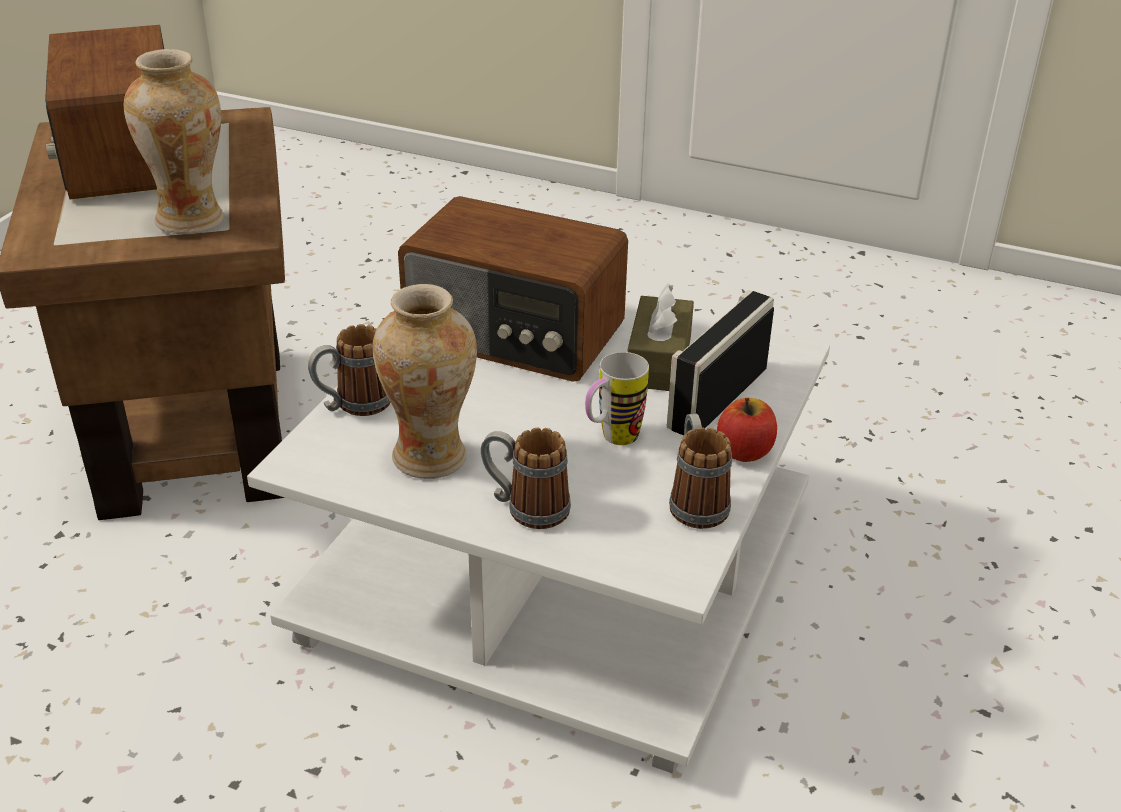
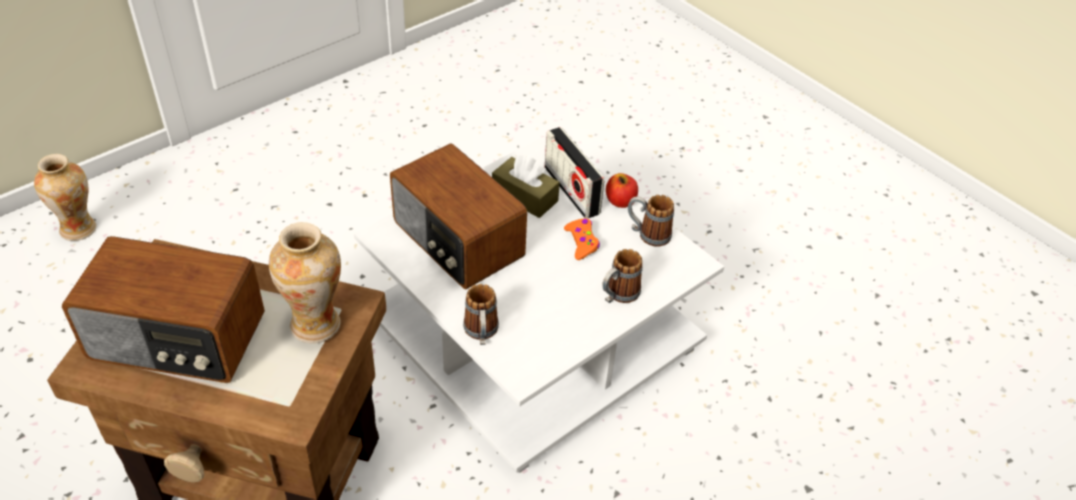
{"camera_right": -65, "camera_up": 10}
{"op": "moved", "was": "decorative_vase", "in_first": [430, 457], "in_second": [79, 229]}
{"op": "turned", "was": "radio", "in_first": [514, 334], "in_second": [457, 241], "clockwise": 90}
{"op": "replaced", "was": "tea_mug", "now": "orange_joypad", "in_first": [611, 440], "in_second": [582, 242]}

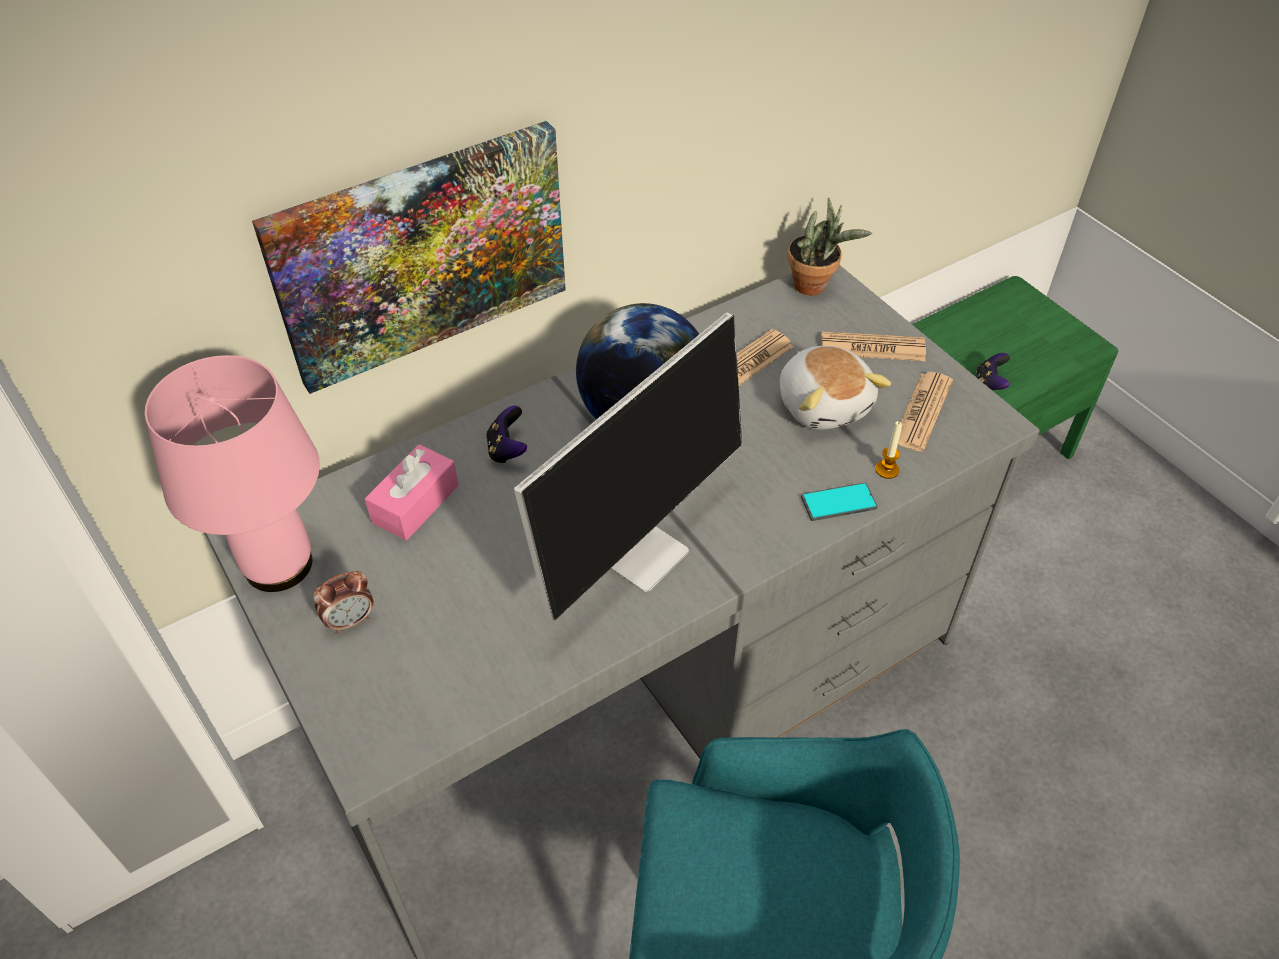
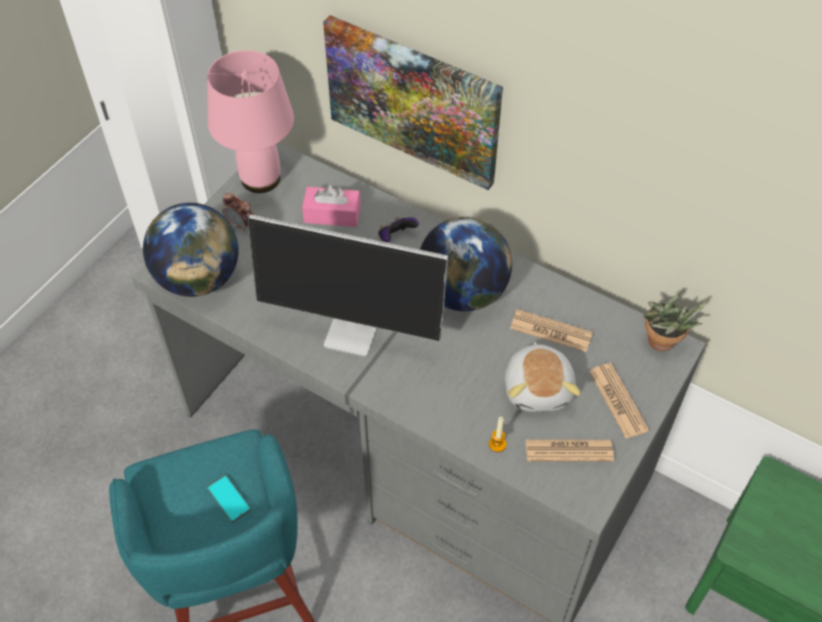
{"camera_right": 65, "camera_up": 5}
{"op": "added", "now": "globe", "in_second": [199, 278]}
{"op": "moved", "was": "handset", "in_first": [838, 503], "in_second": [228, 499]}
{"op": "turned", "was": "cuddly_toy", "in_first": [824, 404], "in_second": [539, 388], "clockwise": -45}
{"op": "removed", "was": "joypad", "in_first": [989, 384]}

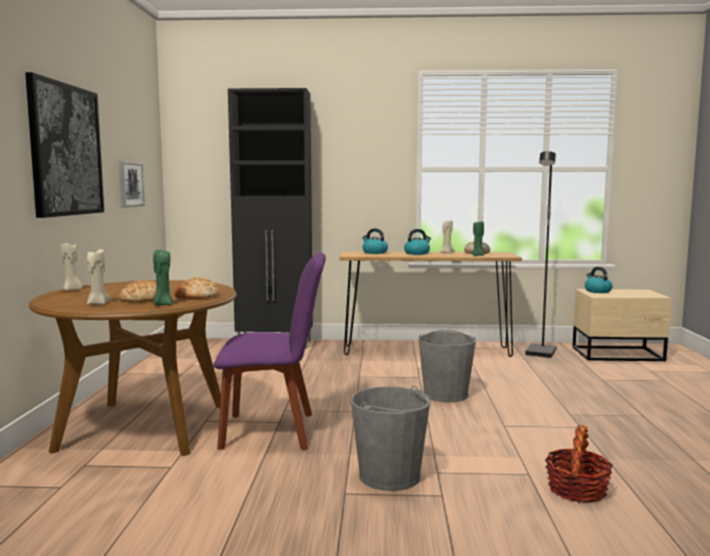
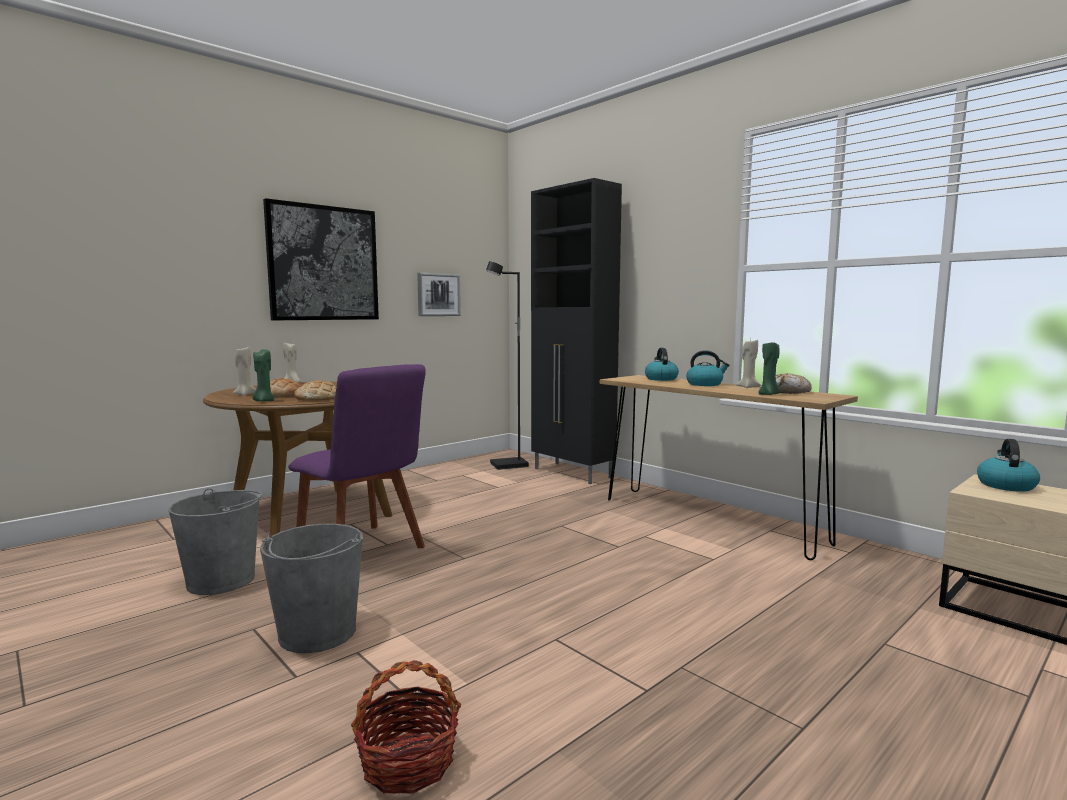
{"camera_right": 45, "camera_up": 0}
{"op": "moved", "was": "gray_water_bucket", "in_first": [445, 394], "in_second": [222, 580]}
{"op": "moved", "was": "black_standing_lamp", "in_first": [541, 353], "in_second": [509, 465]}

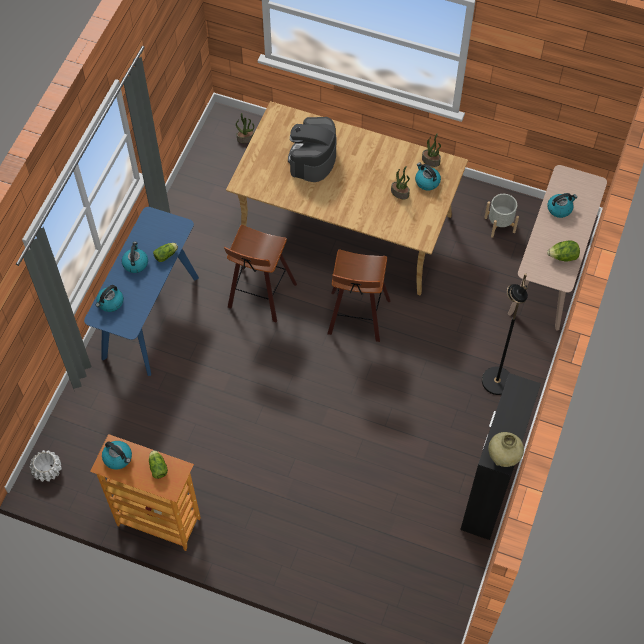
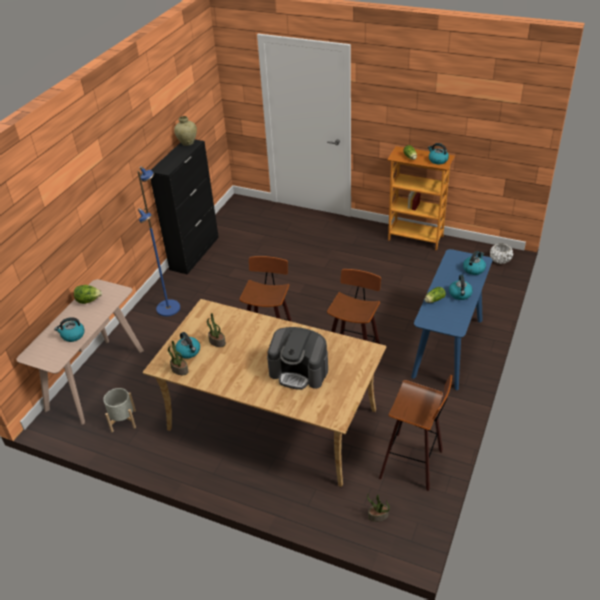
{"camera_right": -175, "camera_up": -20}
{"op": "recoloured", "was": "black_standing_lamp", "now": "blue-coloured_standing_lamp", "in_first": [496, 381], "in_second": [169, 308]}
{"op": "turned", "was": "coffee_brewer", "in_first": [312, 159], "in_second": [299, 371], "clockwise": 90}
{"op": "added", "now": "sitting_stool", "in_second": [414, 462]}

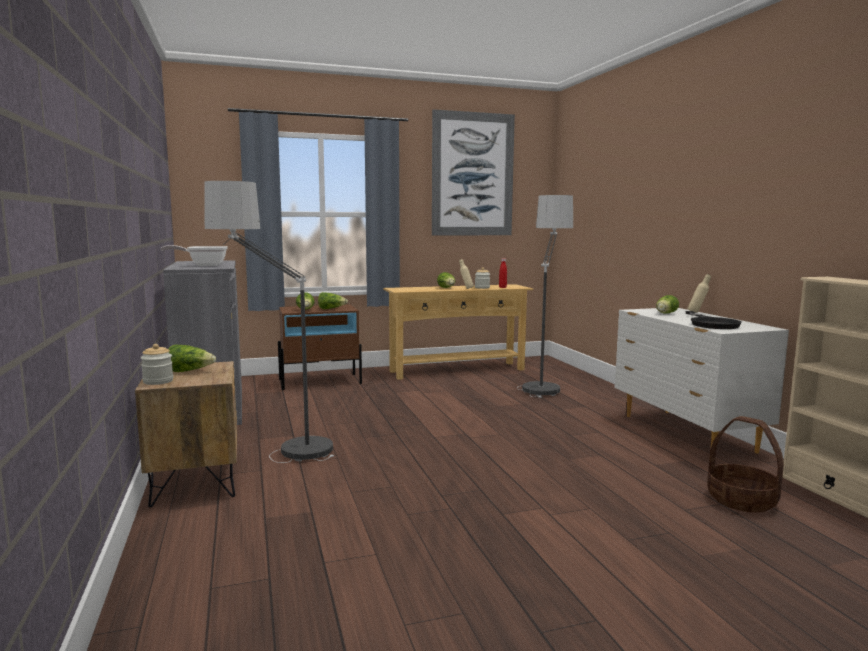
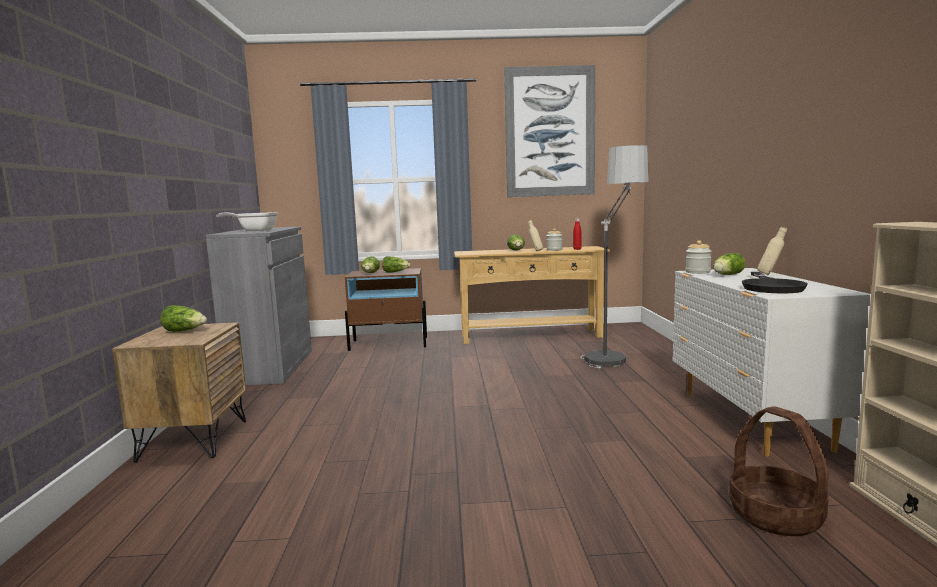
{"camera_right": 15, "camera_up": 0}
{"op": "moved", "was": "storage_jar", "in_first": [158, 381], "in_second": [697, 272]}
{"op": "removed", "was": "standing_lamp", "in_first": [274, 445]}

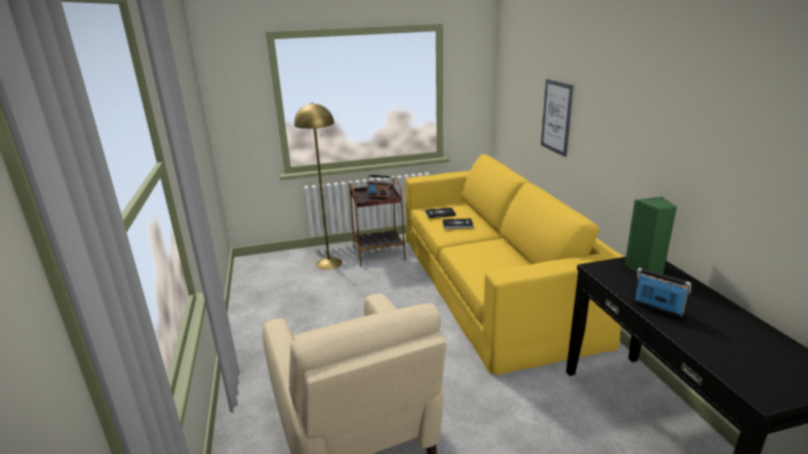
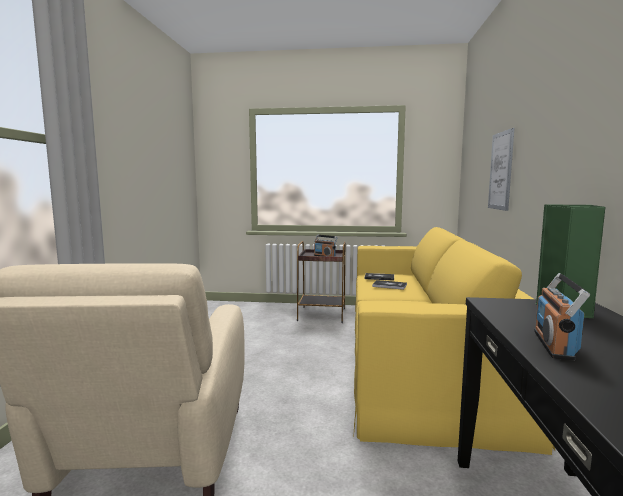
{"camera_right": 20, "camera_up": -15}
{"op": "turned", "was": "radio", "in_first": [658, 308], "in_second": [554, 345], "clockwise": -135}
{"op": "removed", "was": "yellow-coloured_standing_lamp", "in_first": [329, 263]}

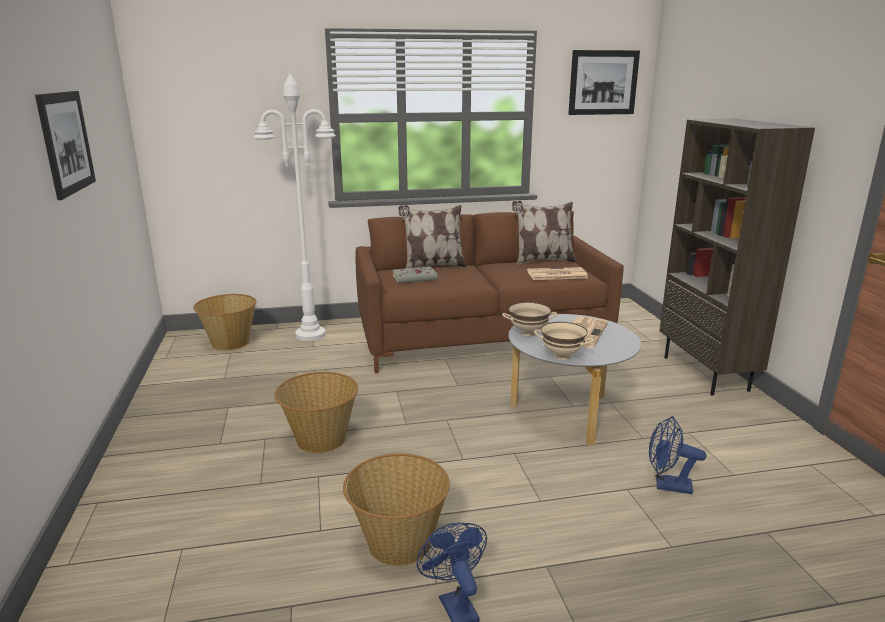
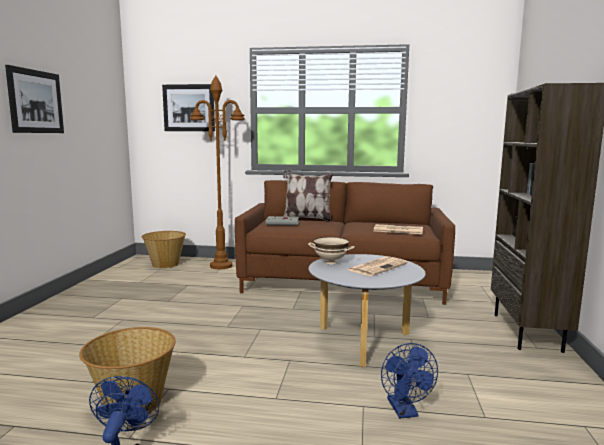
{"camera_right": 20, "camera_up": -10}
{"op": "moved", "was": "wall_art", "in_first": [603, 82], "in_second": [189, 108]}
{"op": "recoloured", "was": "white_standing_lamp", "now": "brown-coloured_standing_lamp", "in_first": [311, 335], "in_second": [221, 266]}
{"op": "turned", "was": "blue-coloured_electric_fan", "in_first": [667, 486], "in_second": [405, 411], "clockwise": -135}
{"op": "removed", "was": "basket", "in_first": [320, 440]}
{"op": "removed", "was": "pillow", "in_first": [542, 261]}
{"op": "removed", "was": "beige_bowl", "in_first": [561, 356]}

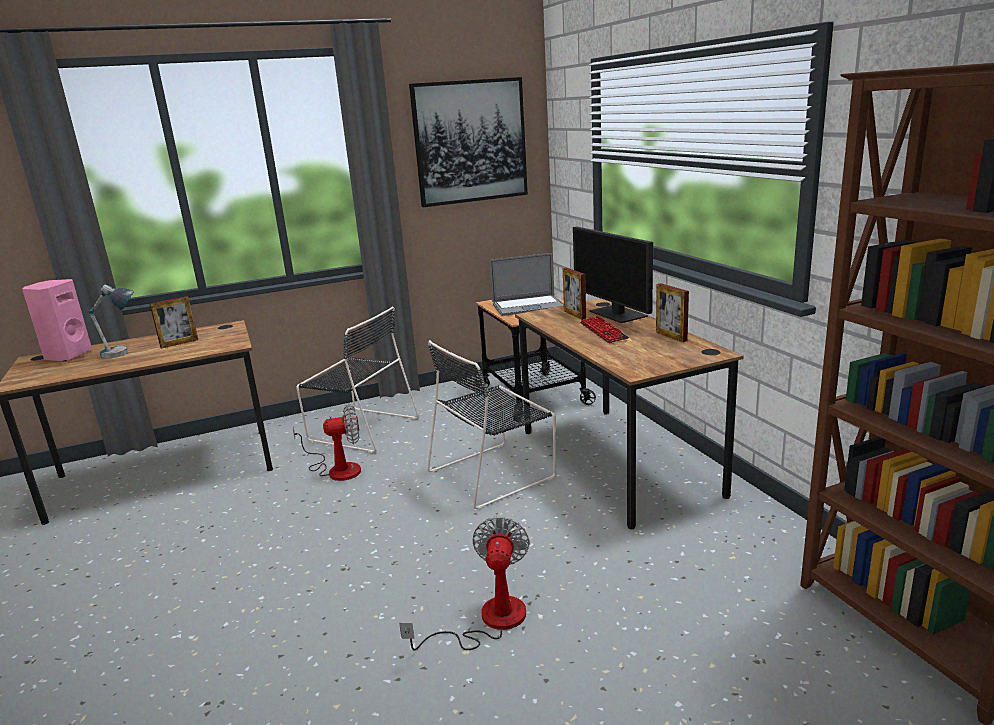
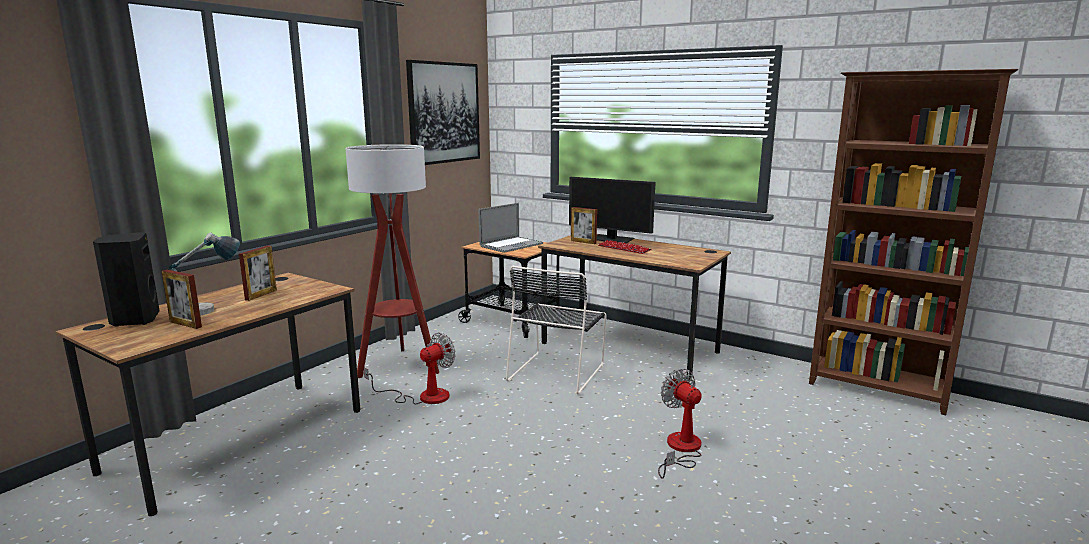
{"camera_right": -35, "camera_up": -5}
{"op": "recoloured", "was": "pink-coloured_audio_speaker", "now": "black_audio_speaker", "in_first": [67, 355], "in_second": [134, 320]}
{"op": "moved", "was": "standing_frame", "in_first": [671, 336], "in_second": [185, 324]}
{"op": "replaced", "was": "black_plain_chair", "now": "standing_lamp", "in_first": [361, 429], "in_second": [399, 366]}

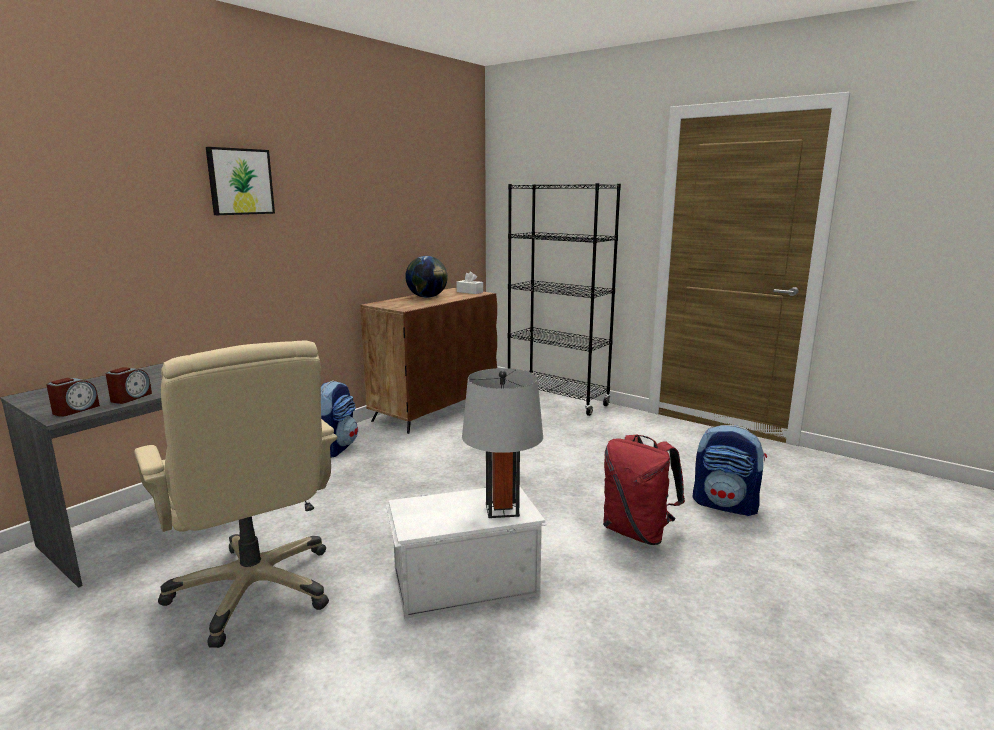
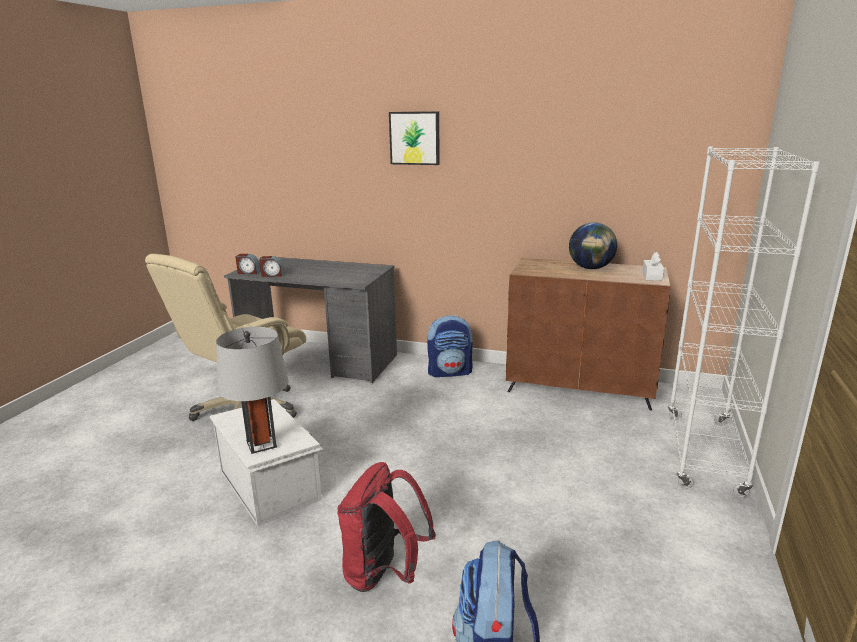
{"camera_right": 70, "camera_up": 5}
{"op": "recoloured", "was": "black_bookshelf", "now": "white_bookshelf", "in_first": [557, 401], "in_second": [704, 454]}

